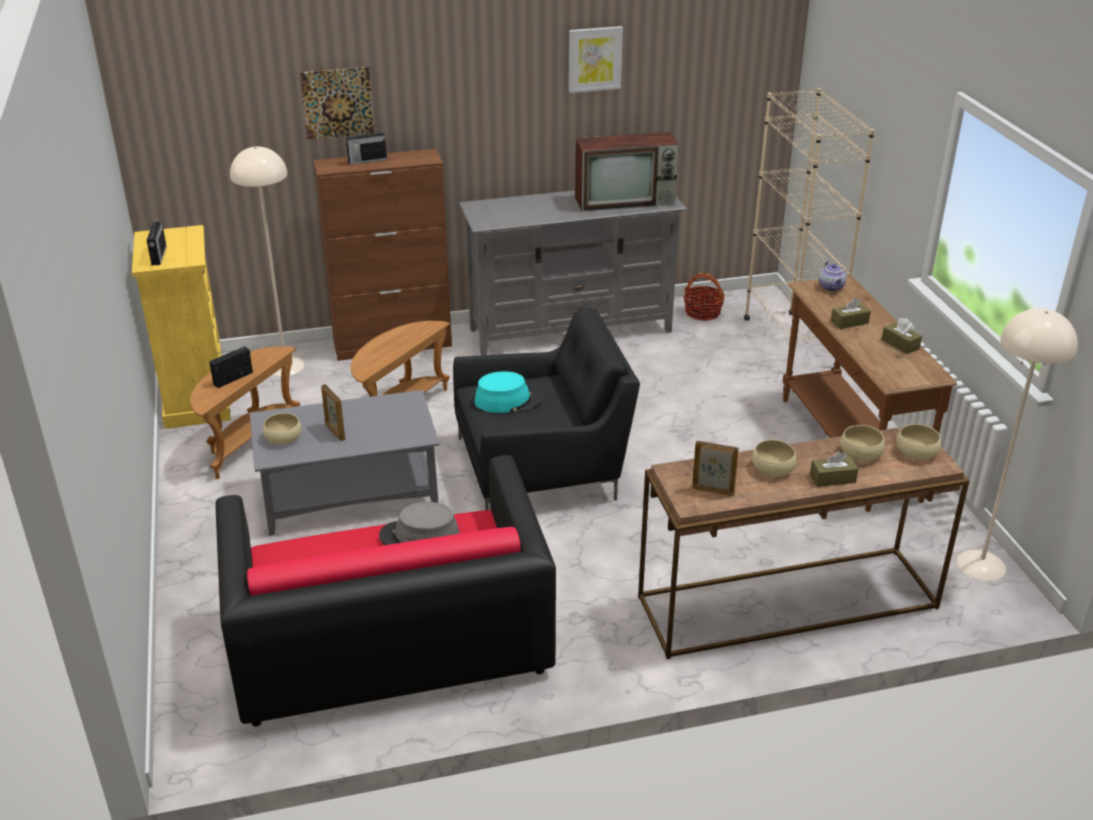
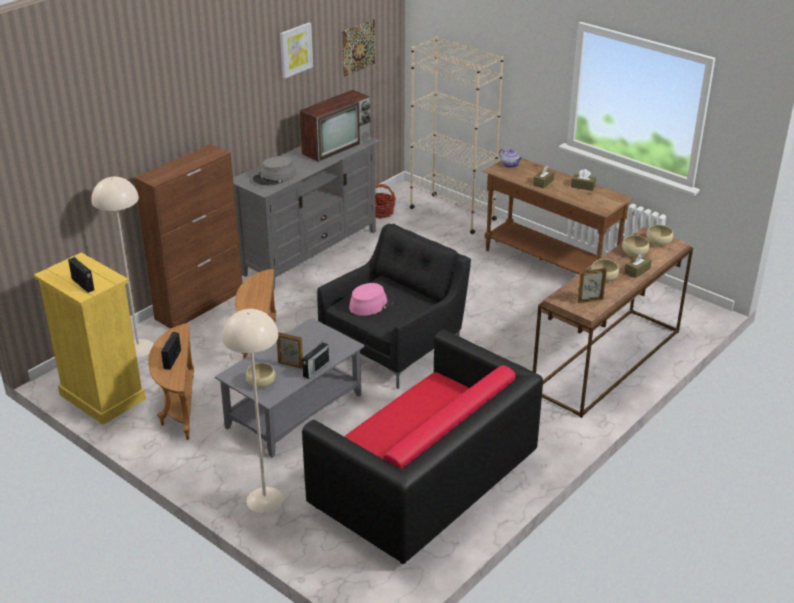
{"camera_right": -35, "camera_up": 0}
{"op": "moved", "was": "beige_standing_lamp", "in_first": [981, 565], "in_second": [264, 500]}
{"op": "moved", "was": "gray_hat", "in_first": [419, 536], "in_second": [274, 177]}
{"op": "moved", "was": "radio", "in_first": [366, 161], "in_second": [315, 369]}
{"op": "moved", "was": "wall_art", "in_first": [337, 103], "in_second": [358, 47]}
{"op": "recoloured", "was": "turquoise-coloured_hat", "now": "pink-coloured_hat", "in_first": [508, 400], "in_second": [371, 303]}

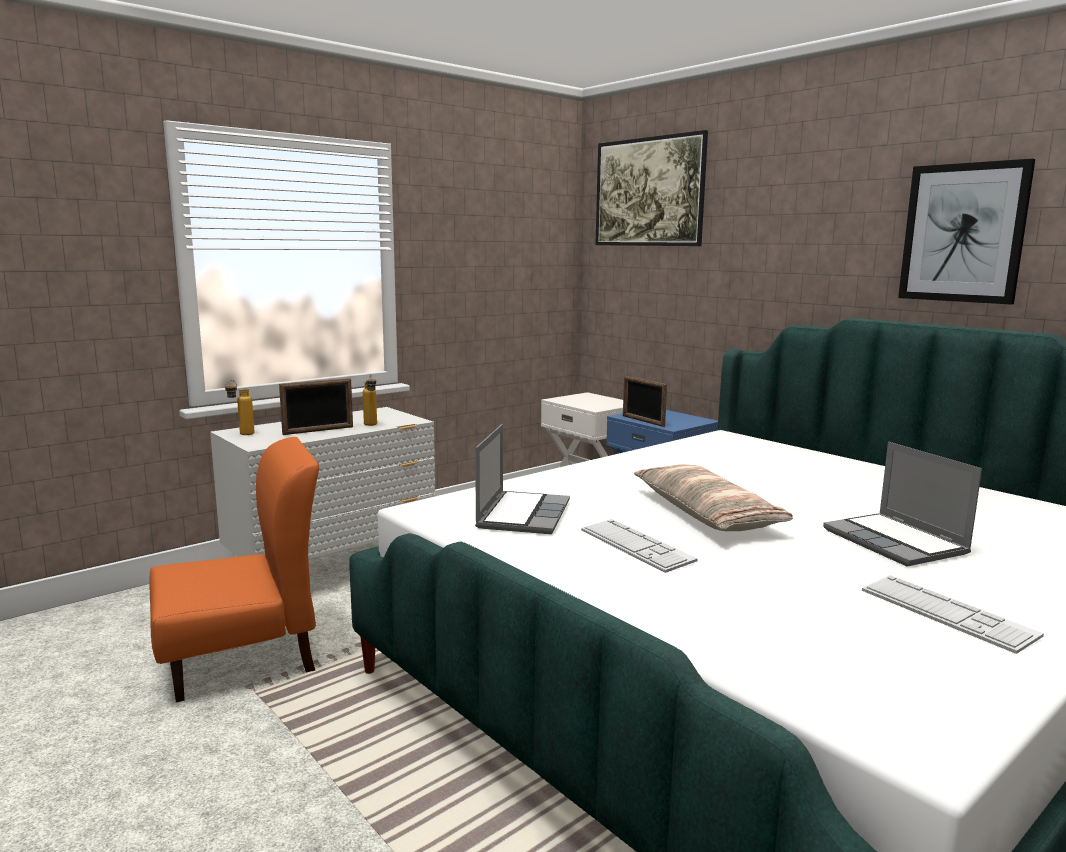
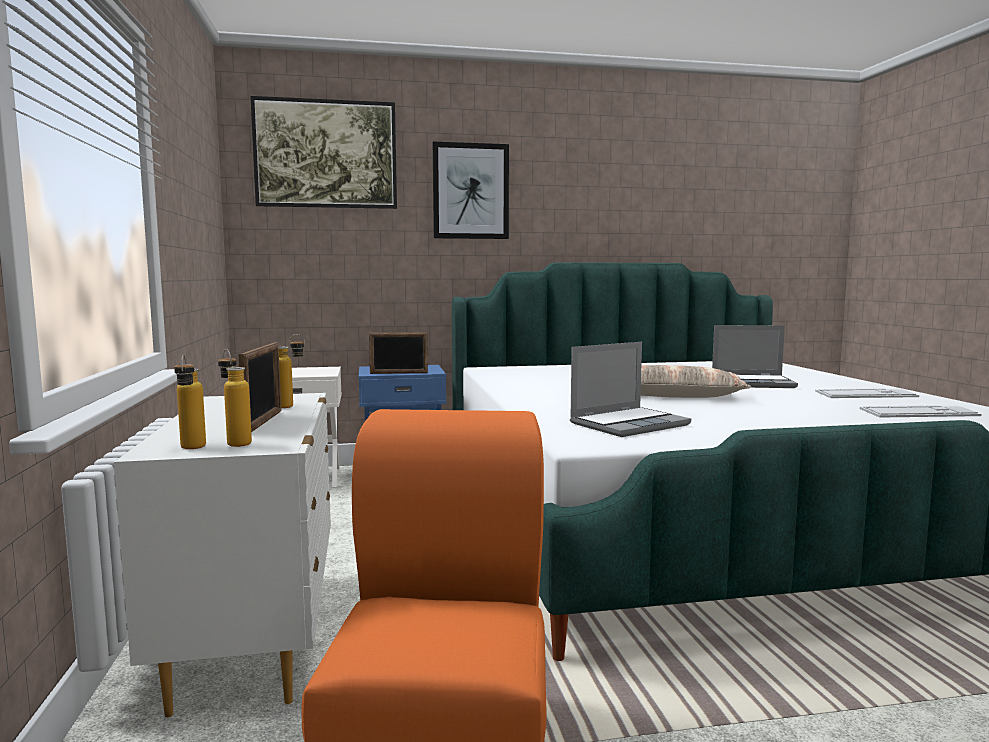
{"camera_right": -60, "camera_up": -5}
{"op": "added", "now": "drink_bottle", "in_second": [235, 442]}
{"op": "moved", "was": "wall_art", "in_first": [963, 233], "in_second": [470, 191]}
{"op": "turned", "was": "portable_computer", "in_first": [522, 514], "in_second": [629, 424], "clockwise": 105}
{"op": "moved", "was": "PC_keyboard", "in_first": [636, 546], "in_second": [919, 413]}

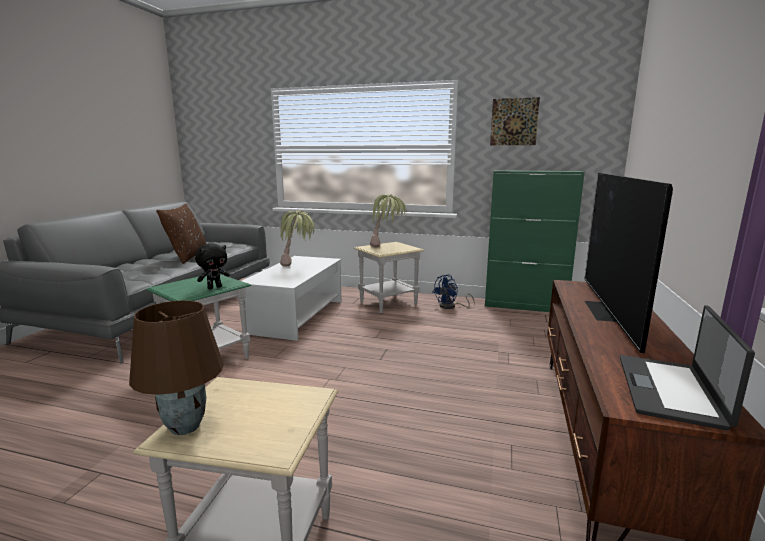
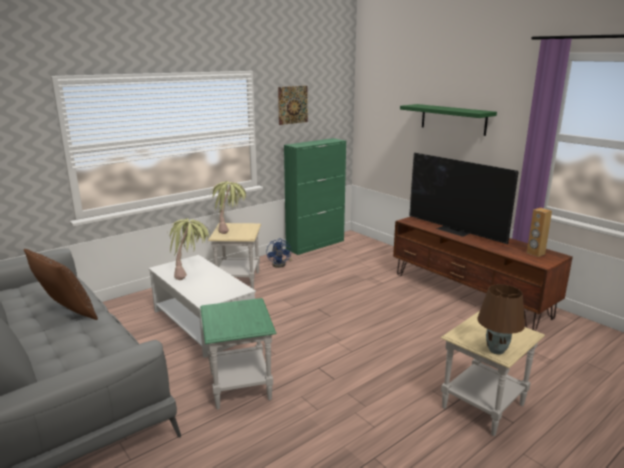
{"camera_right": -55, "camera_up": 5}
{"op": "added", "now": "green_shelf", "in_second": [453, 119]}
{"op": "replaced", "was": "portable_computer", "now": "brown-coloured_audio_speaker", "in_first": [671, 390], "in_second": [535, 253]}
{"op": "removed", "was": "black_cuddly_toy", "in_first": [214, 287]}

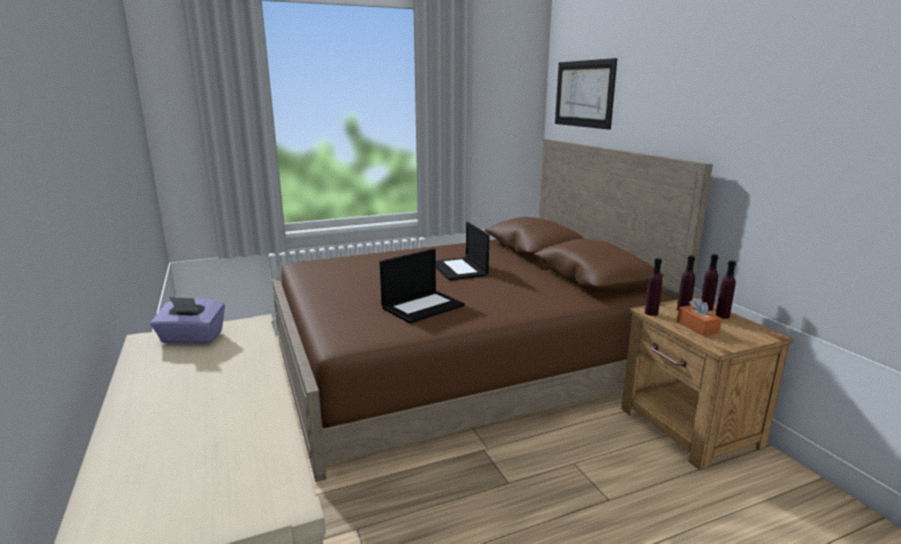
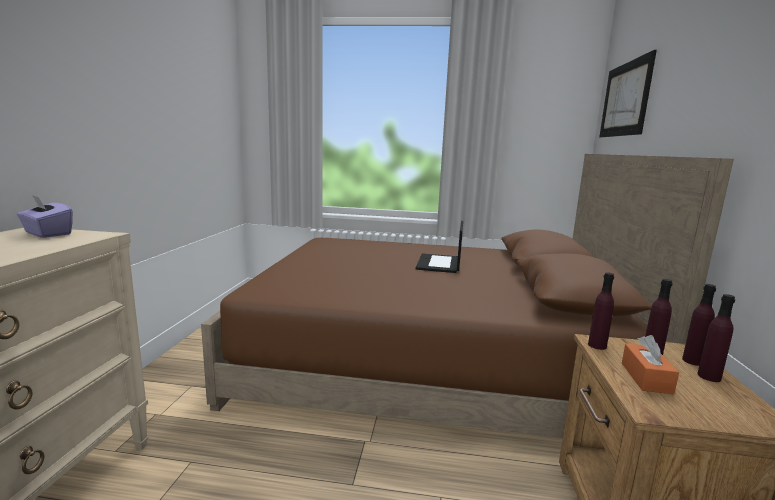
{"camera_right": 30, "camera_up": -5}
{"op": "removed", "was": "portable_computer", "in_first": [423, 306]}

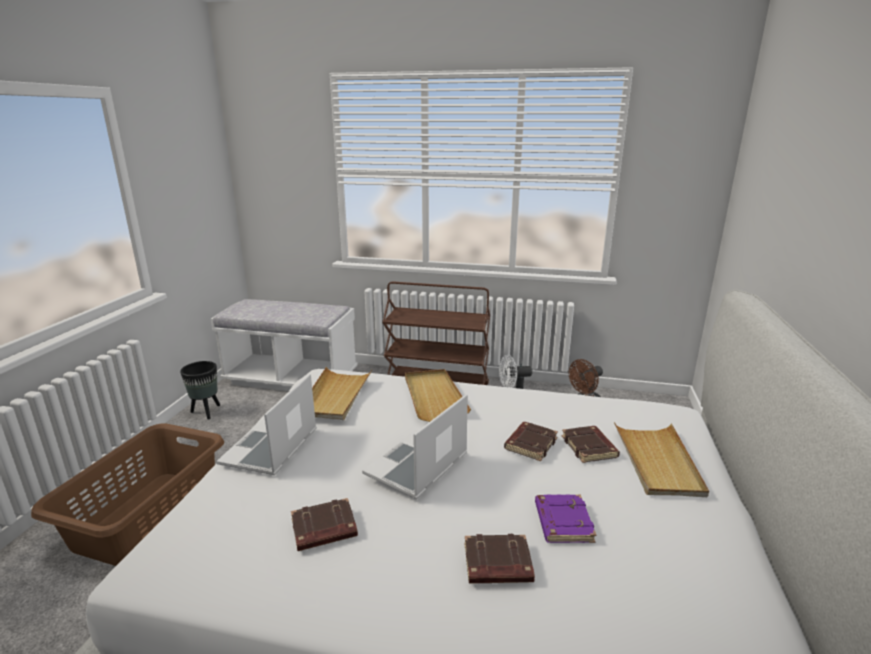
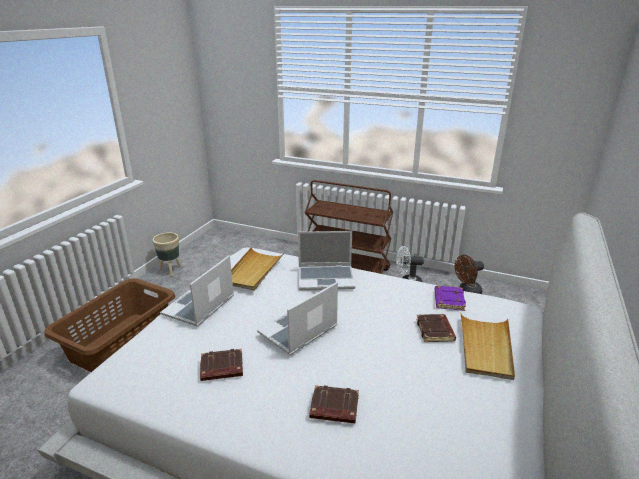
{"camera_right": 10, "camera_up": 5}
{"op": "recoloured", "was": "black_plant_pot", "now": "beige_plant_pot", "in_first": [206, 412], "in_second": [170, 271]}
{"op": "replaced", "was": "beige_tray", "now": "portable_computer", "in_first": [433, 397], "in_second": [326, 278]}
{"op": "moved", "was": "purplish_book", "in_first": [562, 522], "in_second": [448, 300]}
{"op": "removed", "was": "white_indoor_bench", "in_first": [291, 379]}
{"op": "removed", "was": "brown-coloured_book", "in_first": [530, 444]}

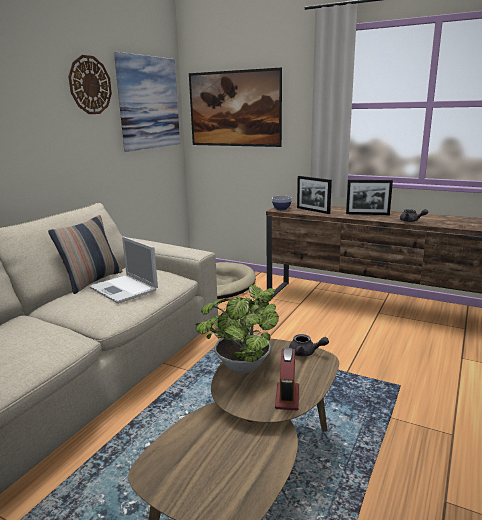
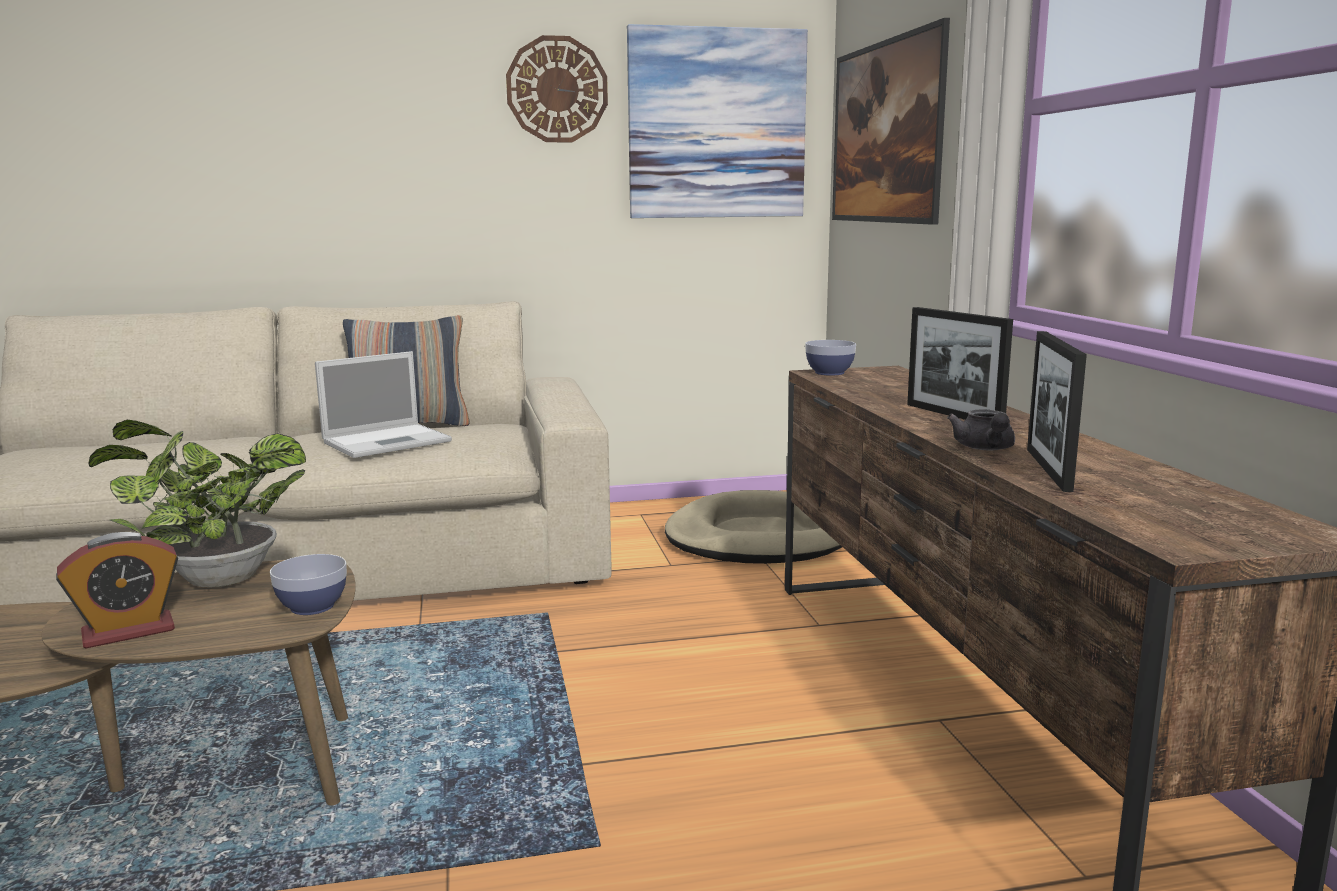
{"camera_right": 50, "camera_up": -5}
{"op": "replaced", "was": "gray_teapot", "now": "bowl", "in_first": [306, 353], "in_second": [312, 606]}
{"op": "turned", "was": "portable_computer", "in_first": [124, 289], "in_second": [389, 441], "clockwise": -135}
{"op": "moved", "was": "standing_frame", "in_first": [313, 210], "in_second": [1048, 469]}

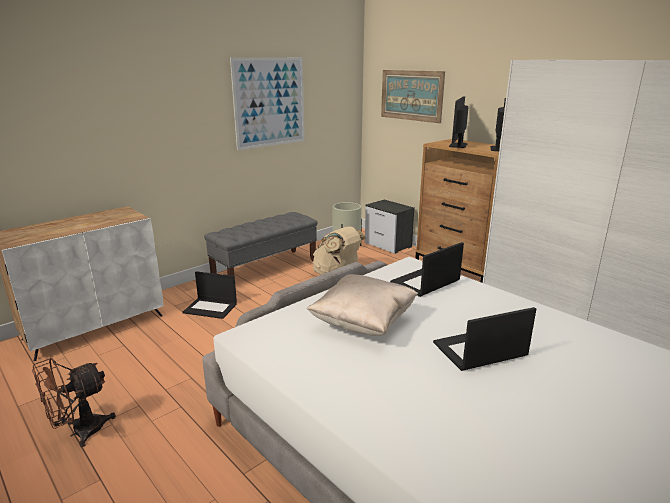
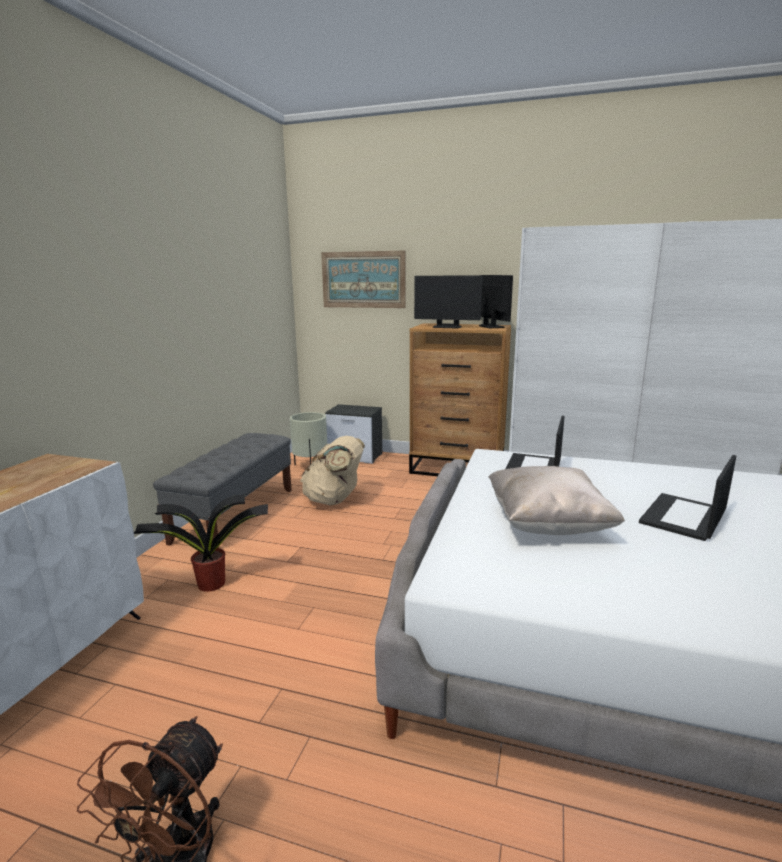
{"camera_right": -30, "camera_up": -5}
{"op": "replaced", "was": "portable_computer", "now": "plant_in_a_pot", "in_first": [211, 308], "in_second": [209, 584]}
{"op": "turned", "was": "computer_screen", "in_first": [458, 145], "in_second": [447, 327], "clockwise": -60}
{"op": "removed", "was": "wall_art", "in_first": [270, 102]}

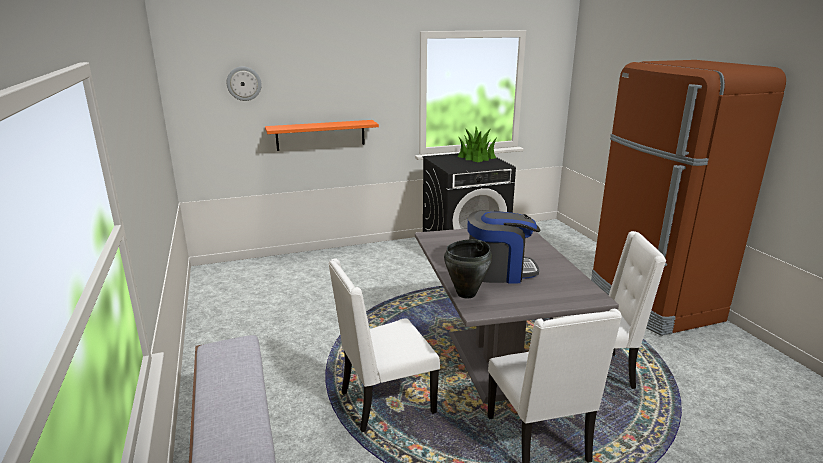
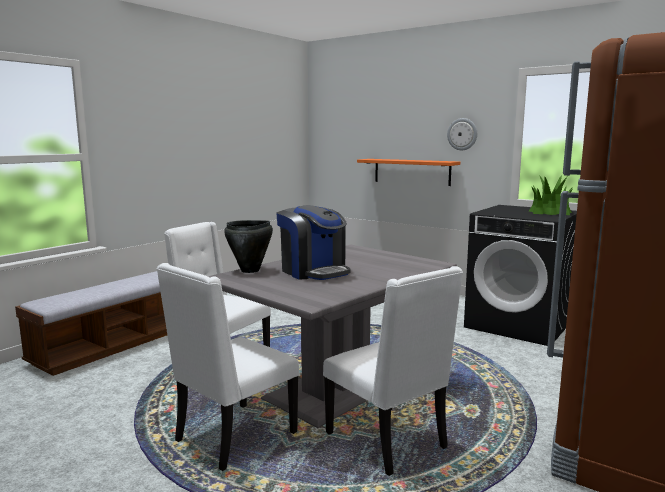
{"camera_right": 55, "camera_up": -10}
{"op": "moved", "was": "wall_clock", "in_first": [244, 83], "in_second": [462, 134]}

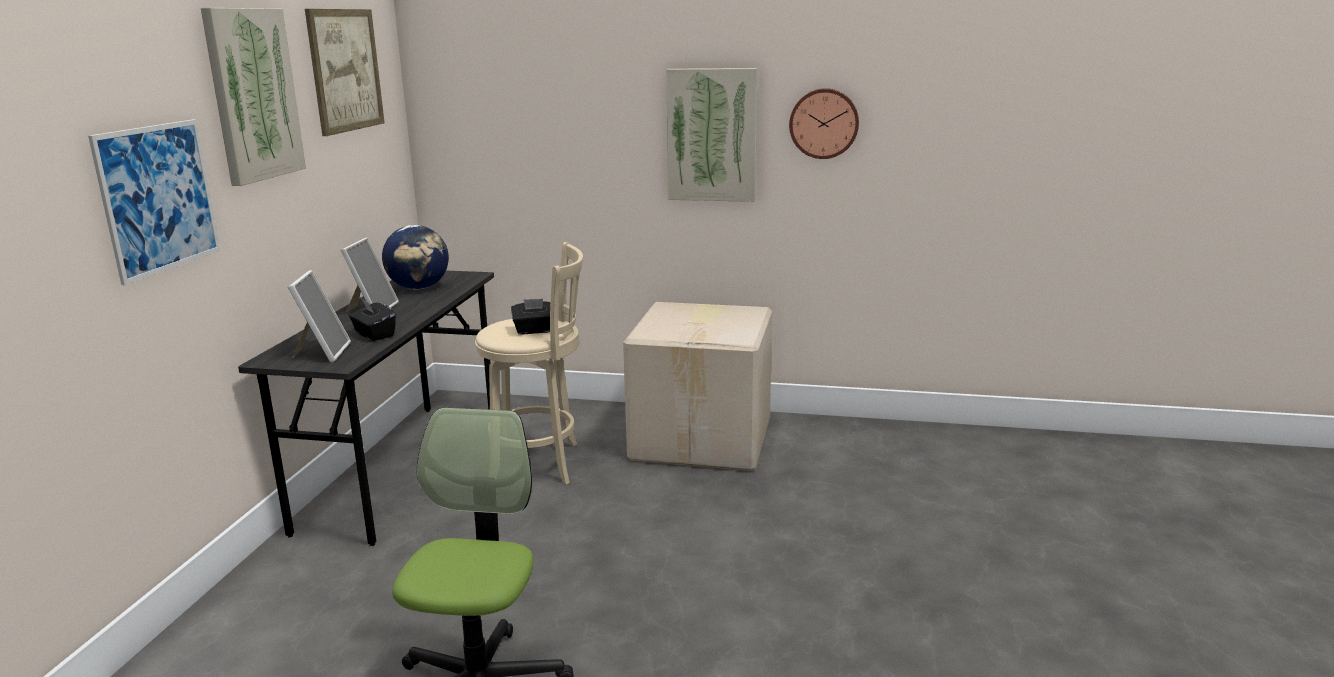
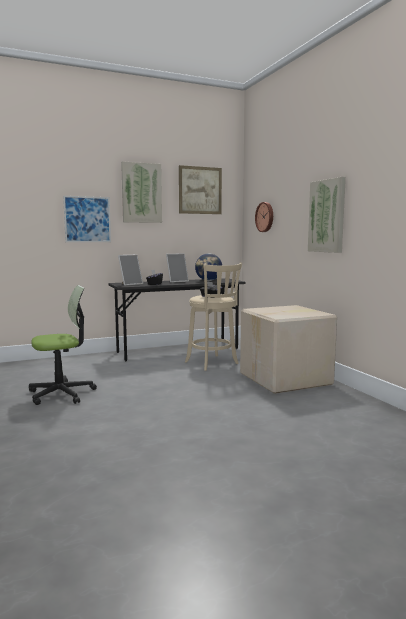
{"camera_right": 55, "camera_up": -10}
{"op": "moved", "was": "wall_clock", "in_first": [824, 123], "in_second": [265, 217]}

